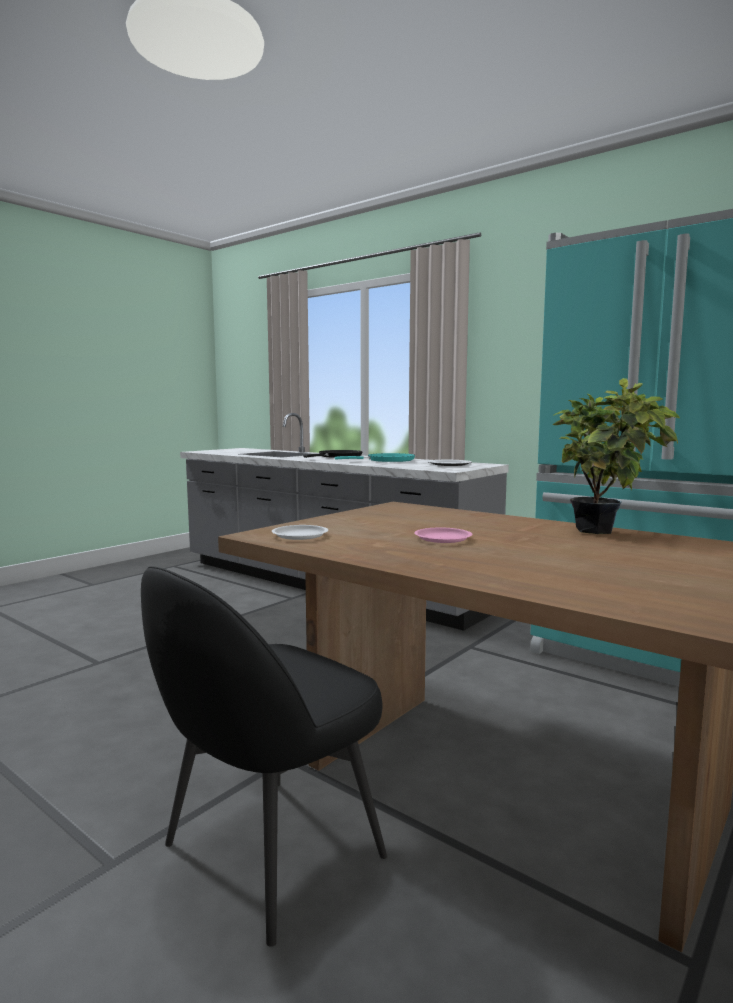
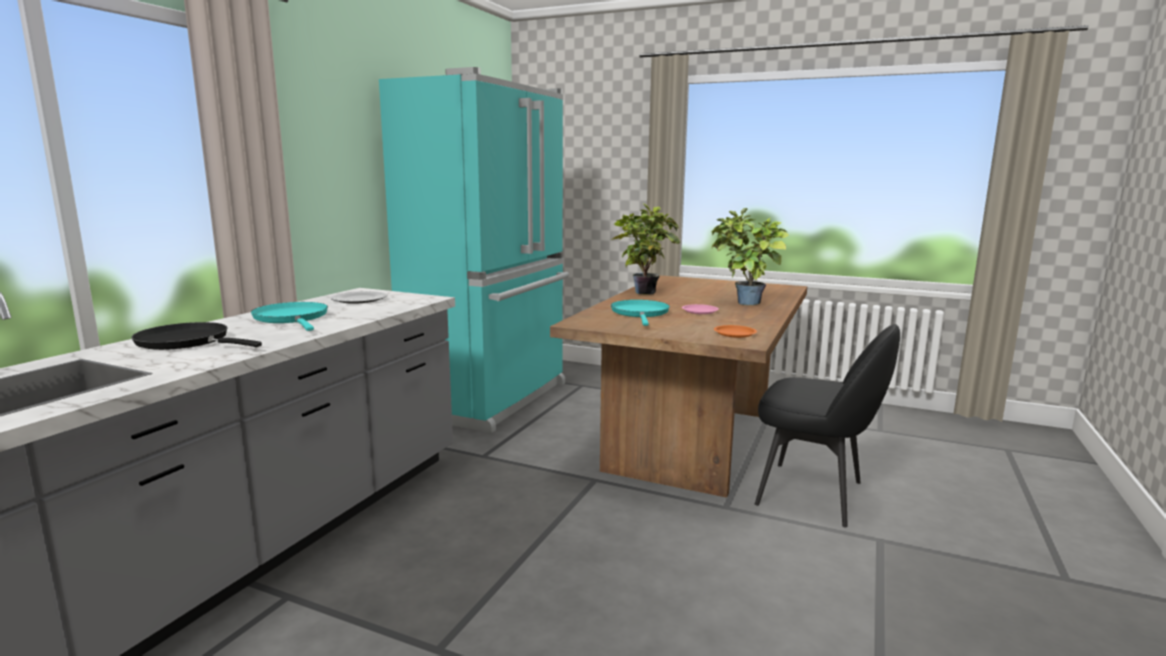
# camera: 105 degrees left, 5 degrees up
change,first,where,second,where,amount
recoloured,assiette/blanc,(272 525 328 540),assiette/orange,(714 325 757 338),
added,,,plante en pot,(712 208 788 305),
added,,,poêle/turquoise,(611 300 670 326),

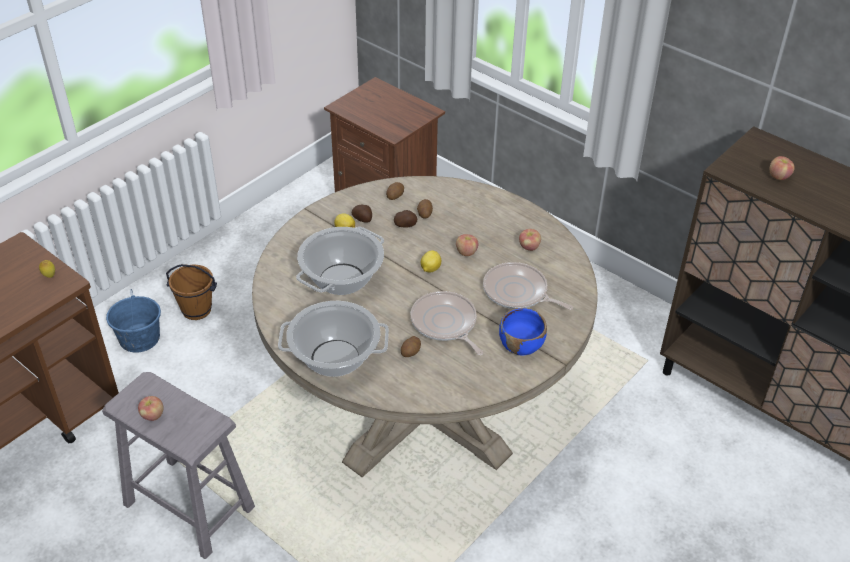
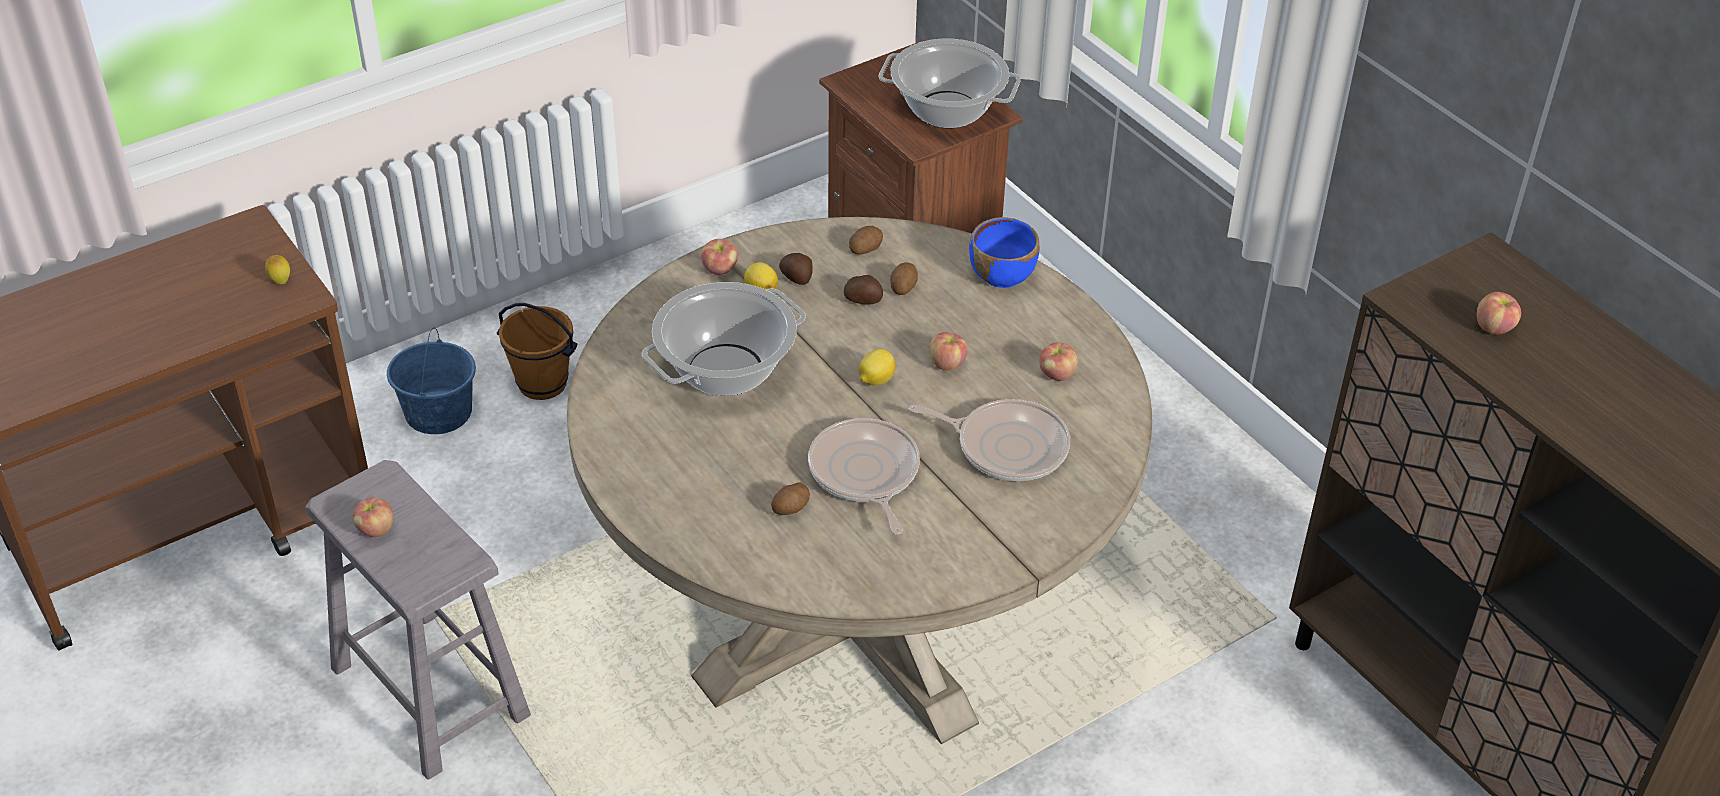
# camera: 15 degrees right, 0 degrees up
change,first,where,second,where,amount
turned,poêle,(483 262 573 310),,(909 399 1070 481),150 degrees clockwise
moved,marmite,(278 301 389 377),,(878 39 1021 129),
moved,bol/bleu,(499 308 547 356),,(969 217 1039 288),
added,,,pomme,(701 239 738 275),

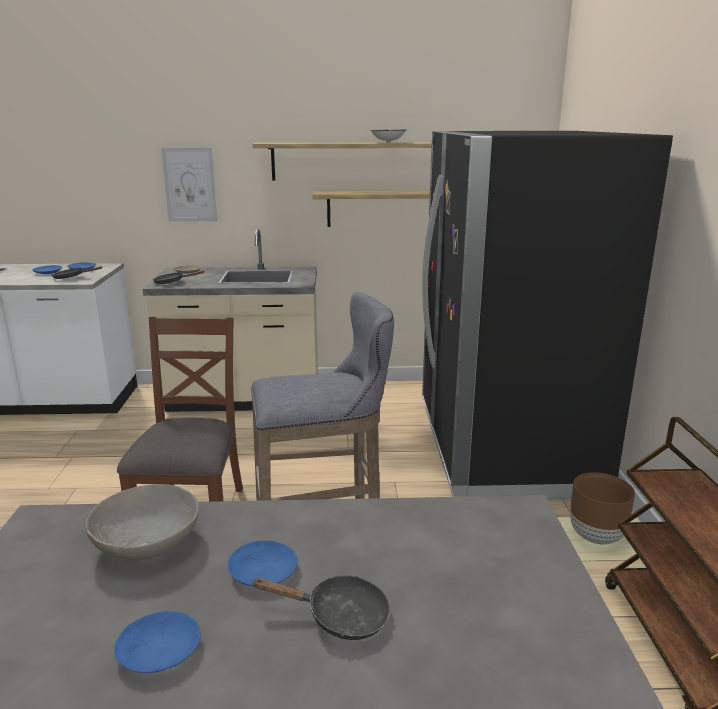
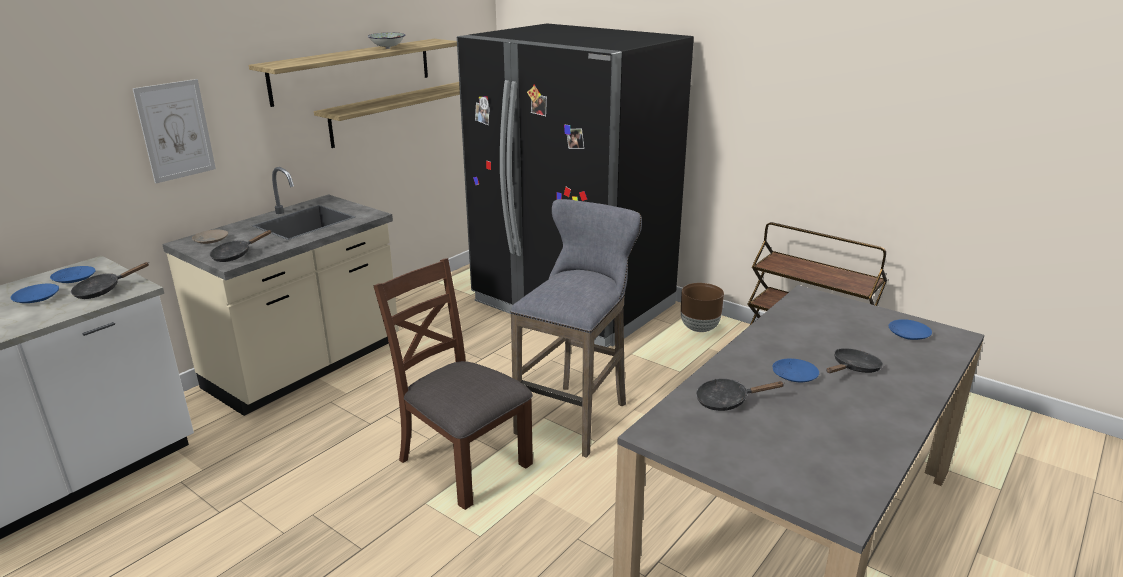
# camera: 50 degrees left, 5 degrees up
change,first,where,second,where,amount
replaced,bol/gris,(86 484 199 560),poêle/noir,(696 379 785 411),
moved,assiette/bleu,(114 611 201 673),,(889 319 932 340),

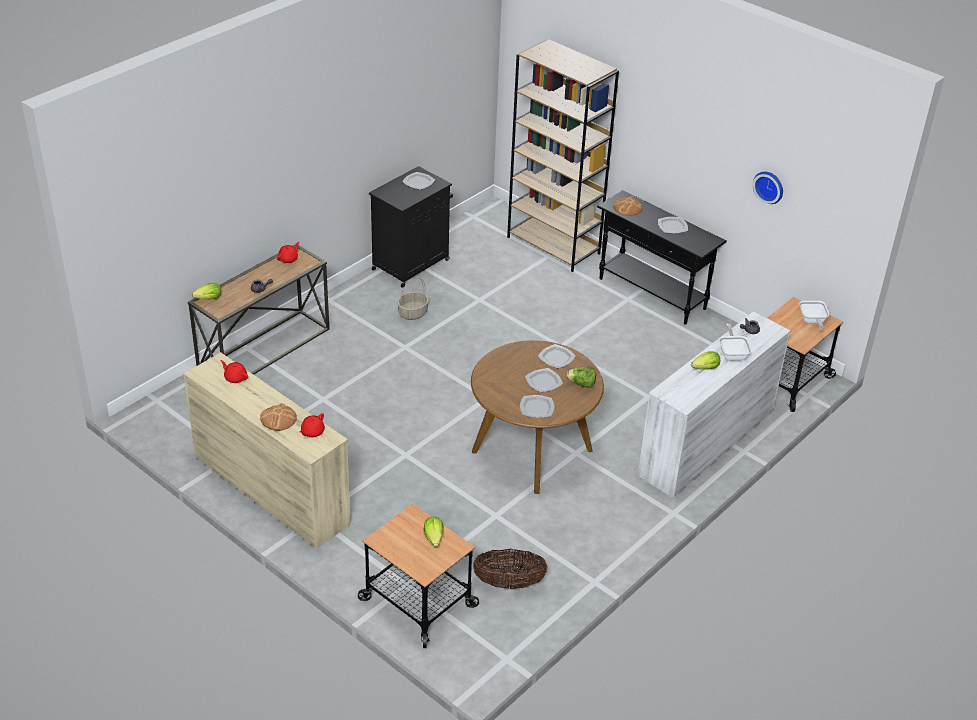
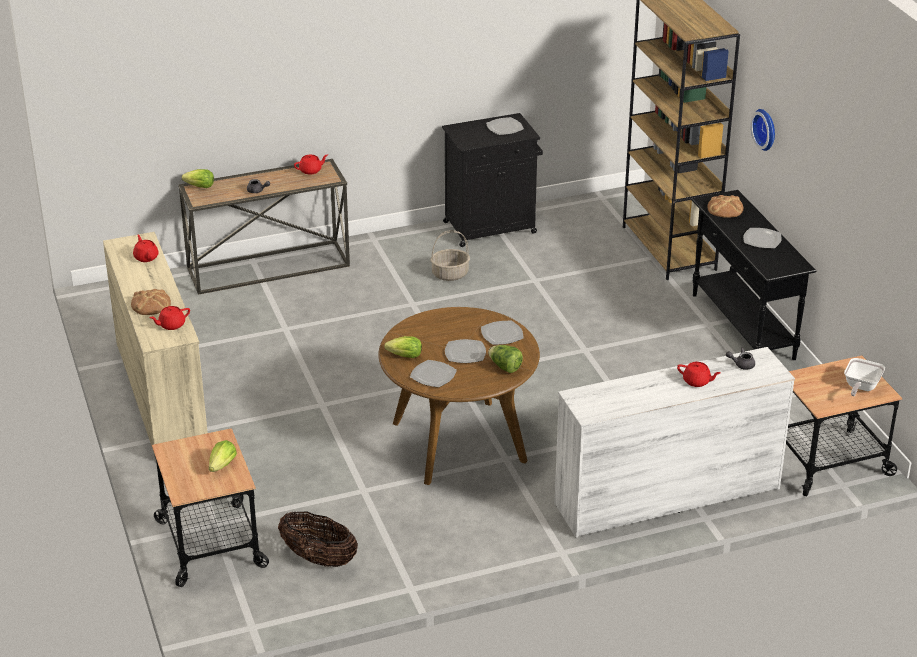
# camera: 30 degrees right, 5 degrees down
change,first,where,second,where,amount
moved,horloge murale,(753 172 783 204),,(751 109 775 151),
replaced,poêle,(719 323 752 361),théière/rouge,(677 362 720 387),
moved,laitue,(691 351 720 370),,(384 336 422 358),

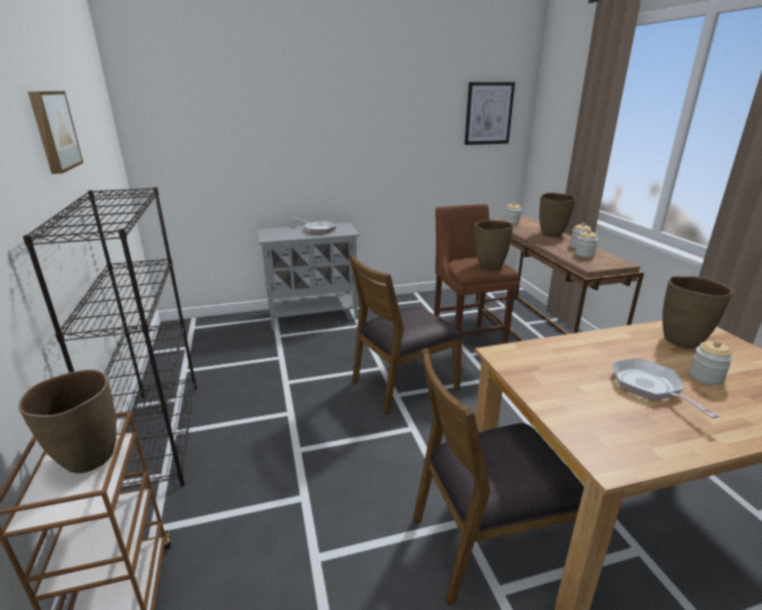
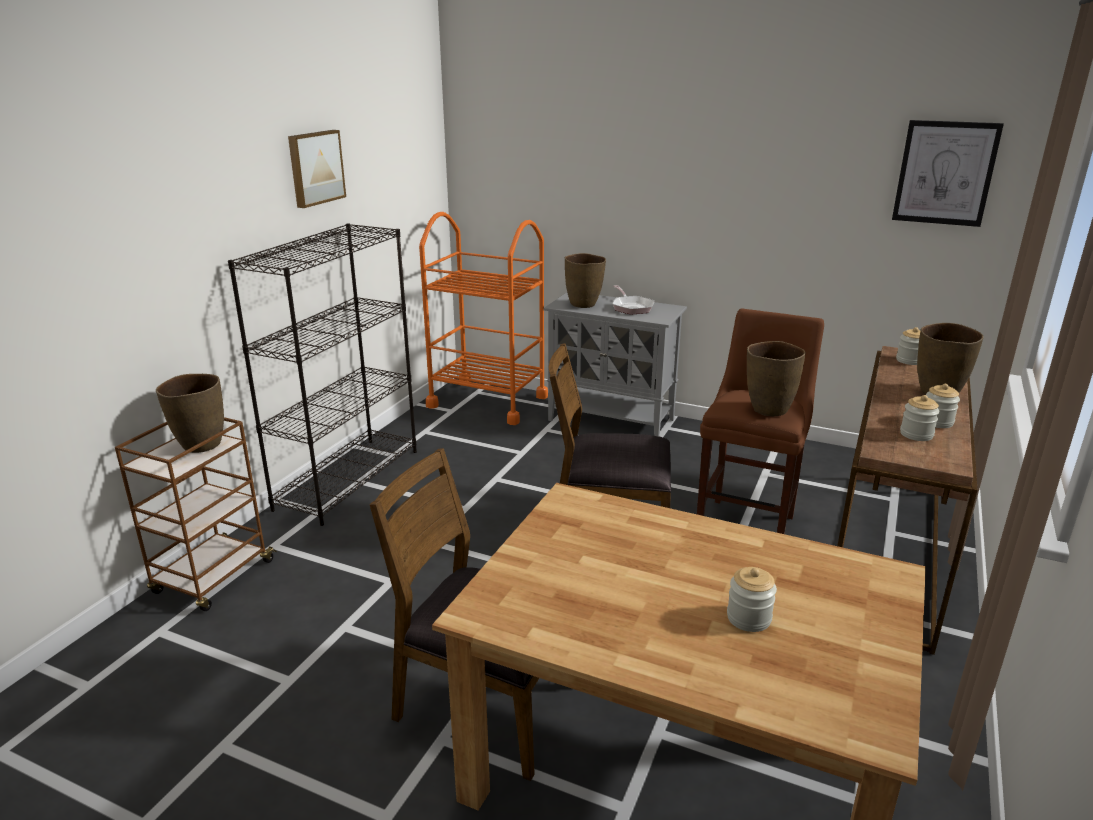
# camera: 40 degrees right, 0 degrees up
change,first,where,second,where,amount
moved,vase/marron,(662 276 733 348),,(565 253 606 308),
removed,poêle,(612 358 719 418),,,
added,,,chariot/orange,(419 212 548 425),

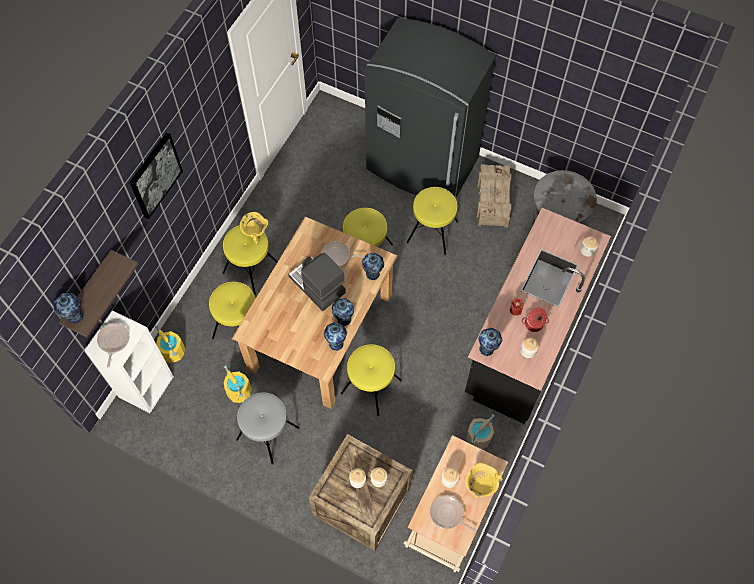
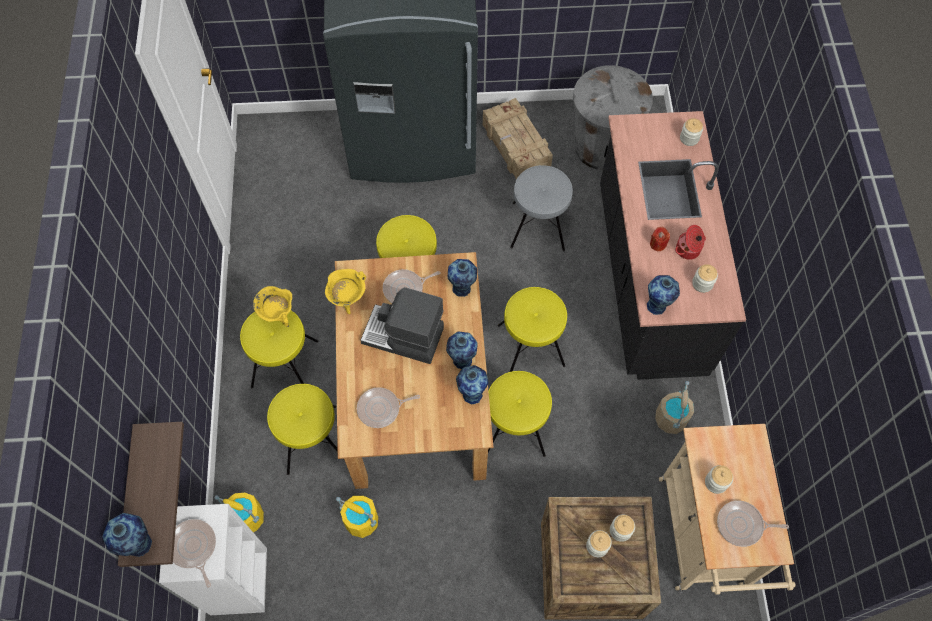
# camera: 30 degrees left, 0 degrees up
change,first,where,second,where,amount
removed,tableau,(129 132 183 219),,,
moved,tabouret/jaune,(406 187 458 255),,(498 287 567 372),
moved,tabouret/gris,(236 392 300 465),,(510 165 573 251),
moved,marmite/jaune,(466 463 503 499),,(325 269 366 314),
added,,,poêle,(357 387 420 428),

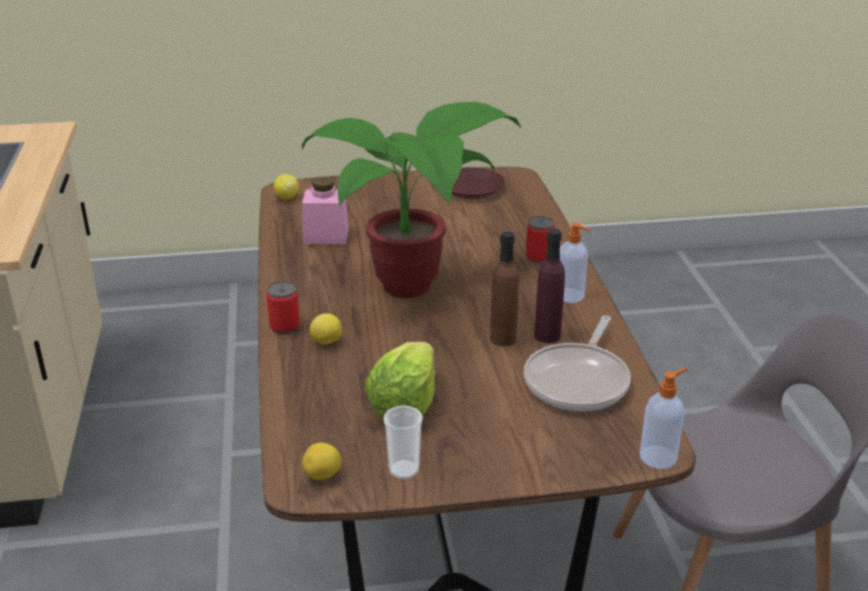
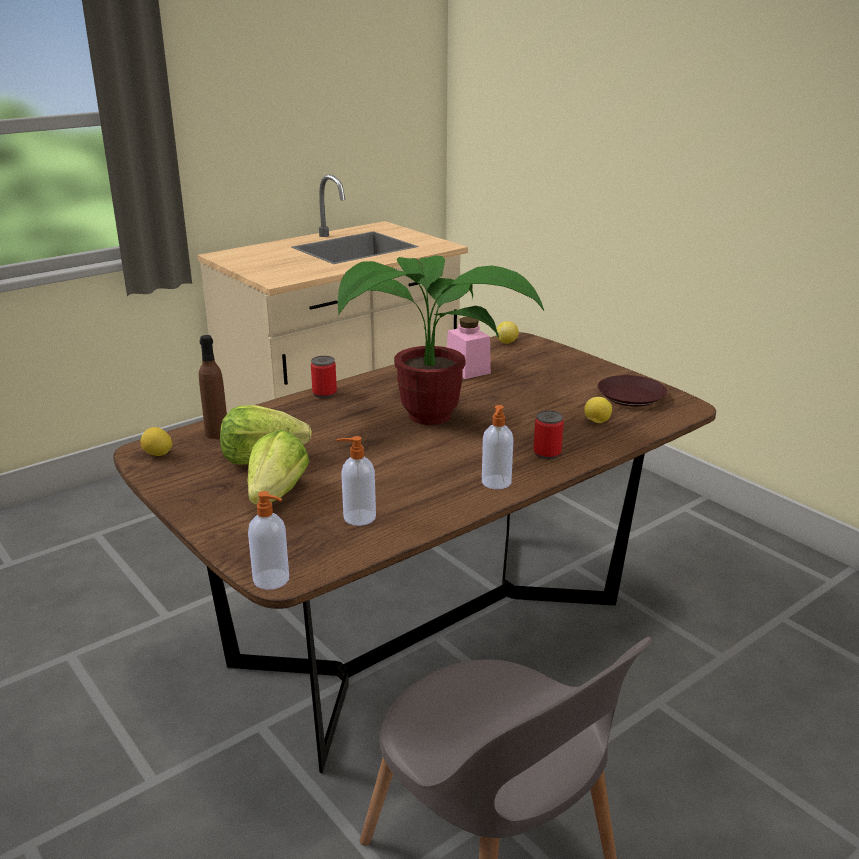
# camera: 60 degrees right, 5 degrees down
change,first,where,second,where,amount
removed,bouteille/violet,(534 229 565 343),,,
moved,bouteille/marron,(490 231 519 346),,(199 335 227 439),
moved,citron,(310 313 342 345),,(584 397 612 423),
replaced,poêle,(524 315 631 411),distributeur de savon,(337 436 376 526),
removed,tasse,(383 405 423 479),,,
added,,,laitue,(247 430 310 505),

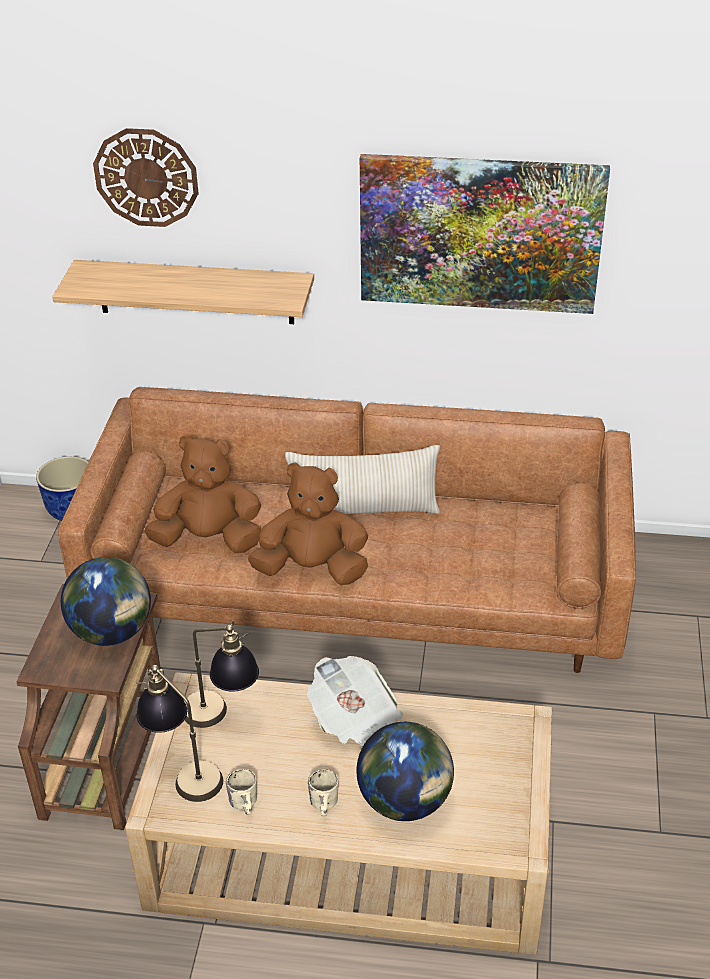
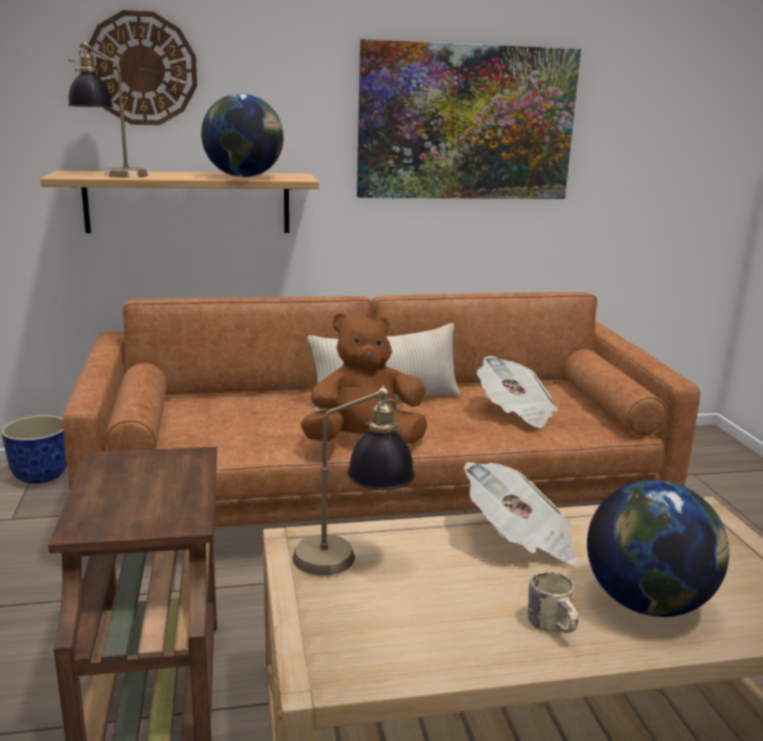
# camera: 20 degrees left, 20 degrees down
change,first,where,second,where,amount
removed,peluche/marron,(145 435 261 553),,,
moved,globe,(61 557 151 646),,(201 94 283 177),
moved,lampe de table,(136 665 223 802),,(68 42 148 178),
removed,mug/beige,(226 769 257 815),,,
added,,,journal,(477 356 558 428),

